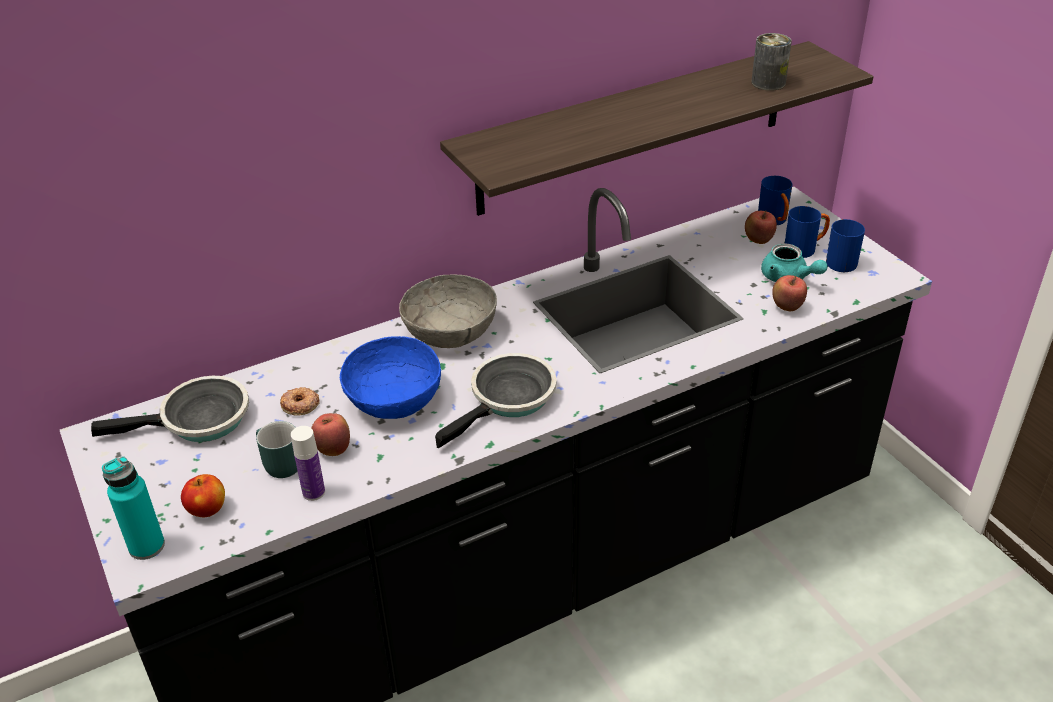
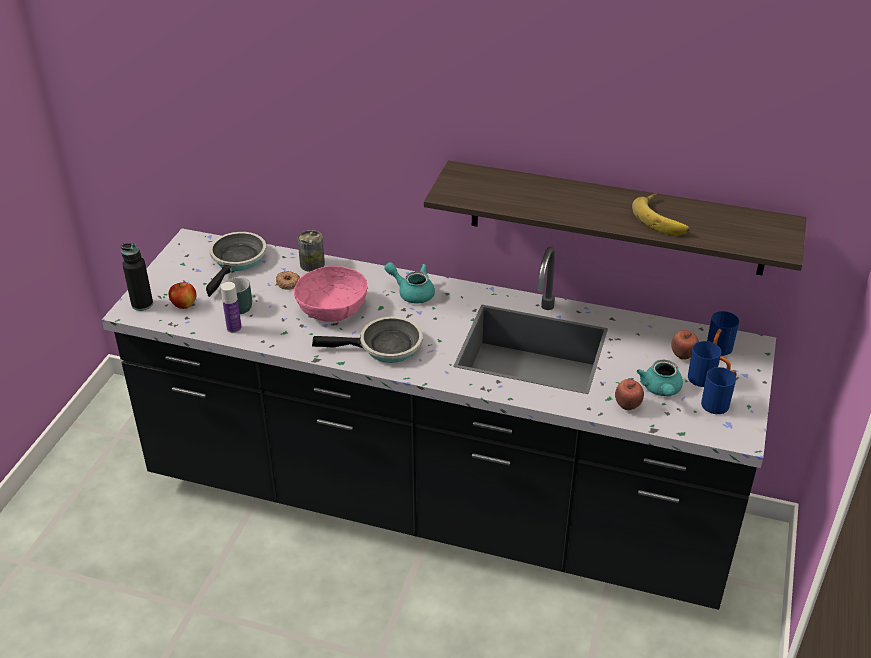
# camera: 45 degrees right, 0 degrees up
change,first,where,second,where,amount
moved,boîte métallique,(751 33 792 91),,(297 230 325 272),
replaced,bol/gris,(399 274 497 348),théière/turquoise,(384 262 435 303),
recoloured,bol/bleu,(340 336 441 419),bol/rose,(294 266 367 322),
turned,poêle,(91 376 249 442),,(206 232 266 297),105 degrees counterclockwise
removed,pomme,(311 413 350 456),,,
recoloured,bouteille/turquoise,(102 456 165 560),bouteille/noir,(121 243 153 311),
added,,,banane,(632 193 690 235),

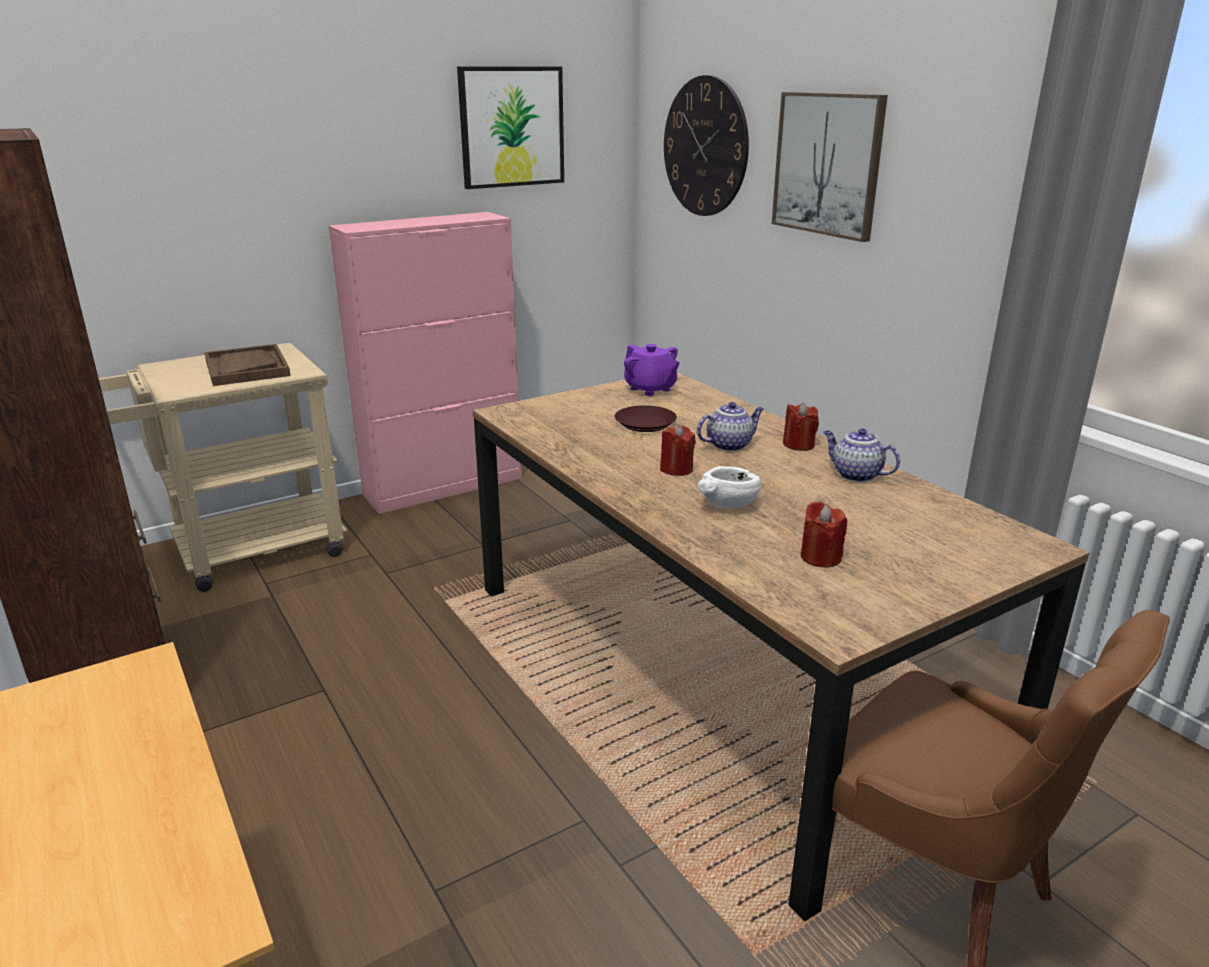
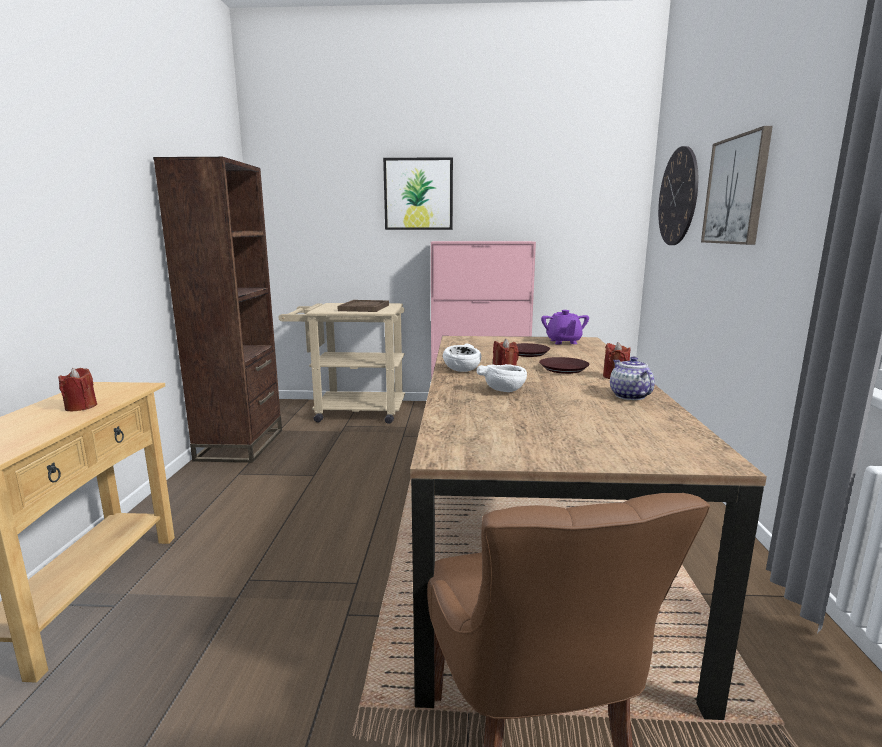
# camera: 35 degrees right, 10 degrees down
change,first,where,second,where,amount
moved,tableau,(457 67 564 189),,(383 157 453 230),
replaced,théière,(697 402 764 451),assiette/marron,(539 357 590 374),
moved,bougie/rouge,(801 501 847 567),,(58 368 97 411),
added,,,bol/blanc,(443 344 481 372),

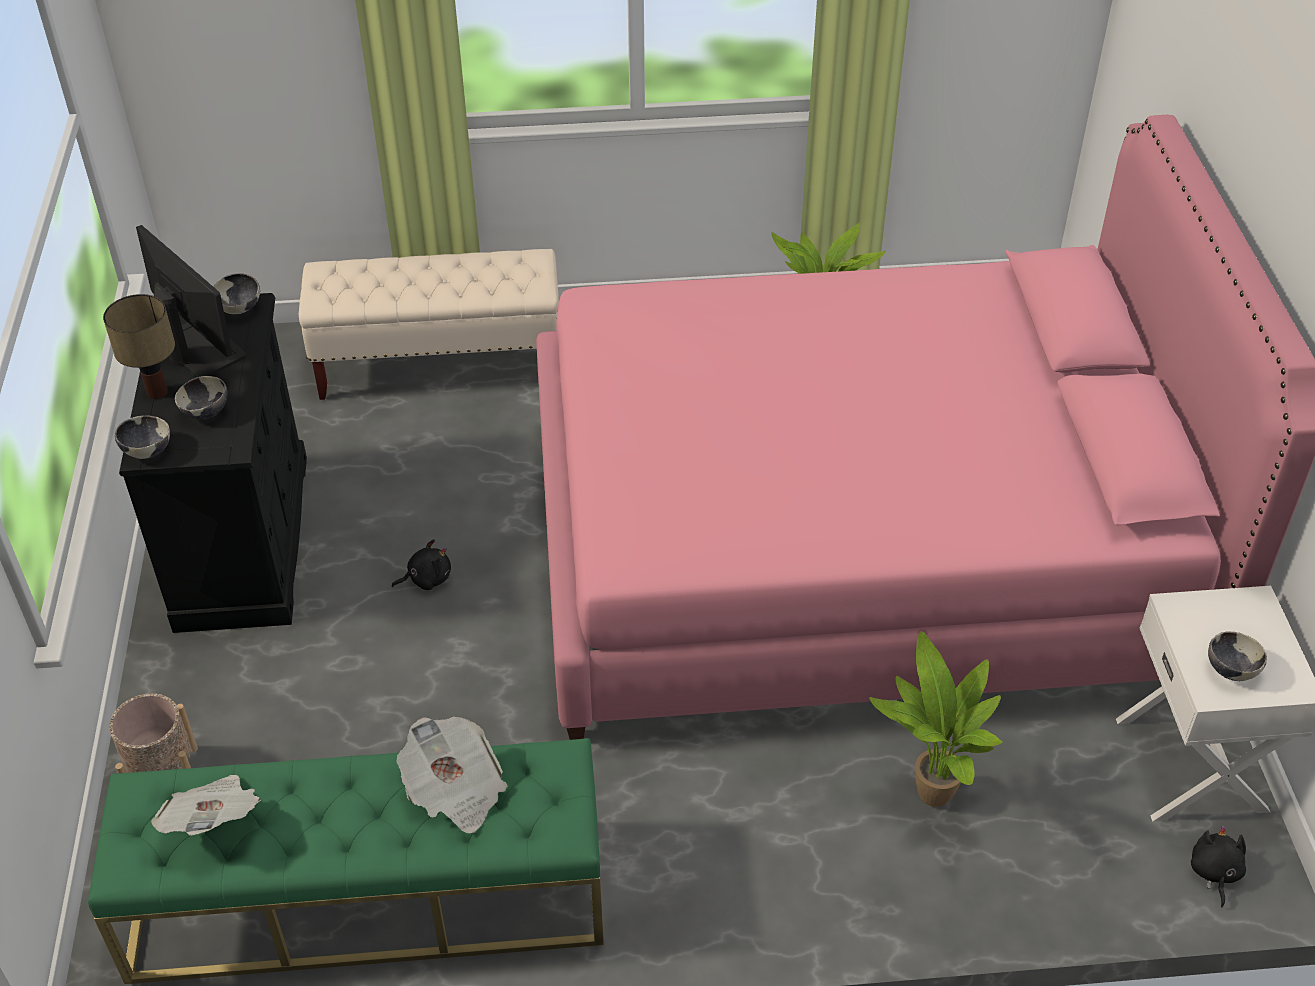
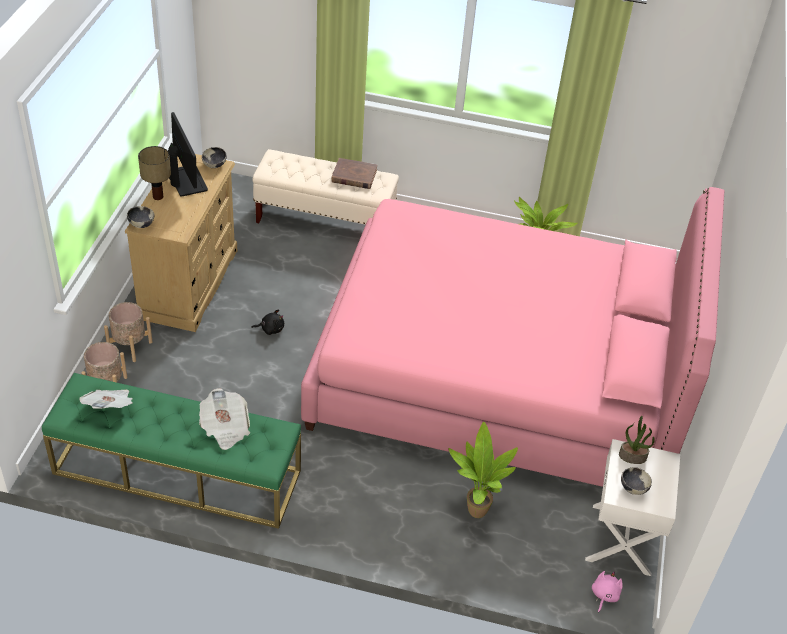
# camera: 15 degrees right, 0 degrees up
change,first,where,second,where,amount
recoloured,commode/noir,(119 293 307 633),commode/beige,(125 154 237 332),
removed,bol,(175 376 228 419),,,
recoloured,peluche/noir,(1191 825 1246 908),peluche/rose,(592 571 623 613),
added,,,livre/marron,(331 158 377 189),
added,,,cache-pot/beige,(104 302 153 362),
added,,,plante en pot,(619 416 655 464),

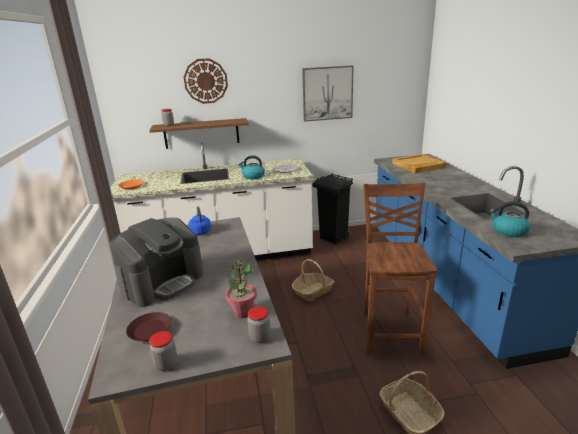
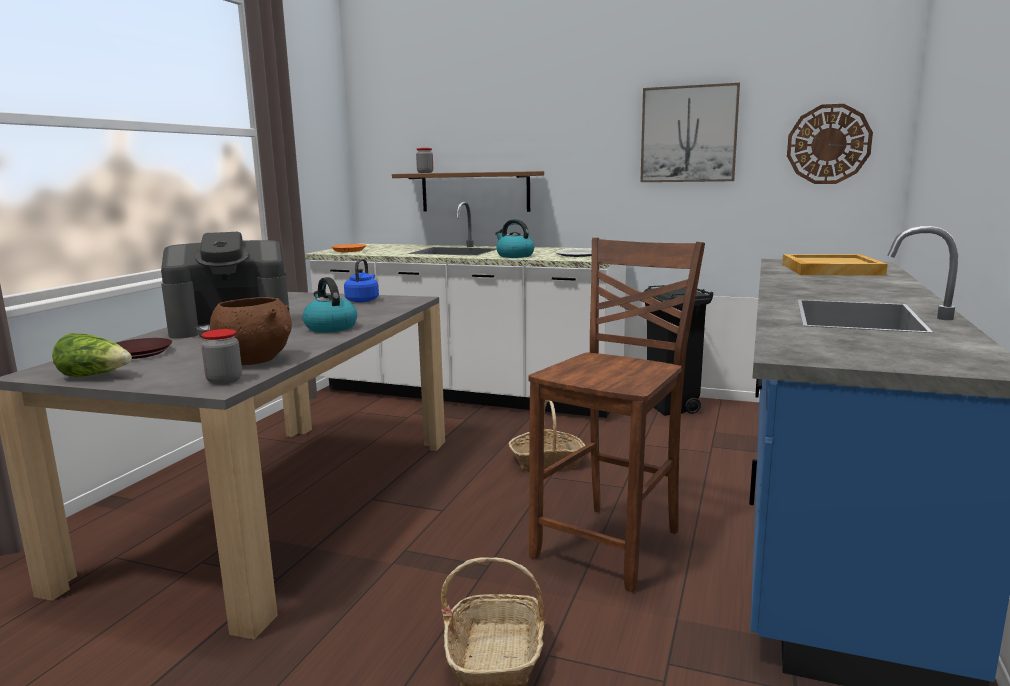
# camera: 30 degrees right, 10 degrees down
change,first,where,second,where,amount
moved,horloge murale,(184 58 228 104),,(787 104 873 184),
moved,bouilloire,(489 201 531 237),,(302 277 357 332),
replaced,plante en pot,(226 260 257 318),bol/marron,(210 297 292 365),
replaced,bocal,(149 331 178 371),laitue,(52 333 132 377),

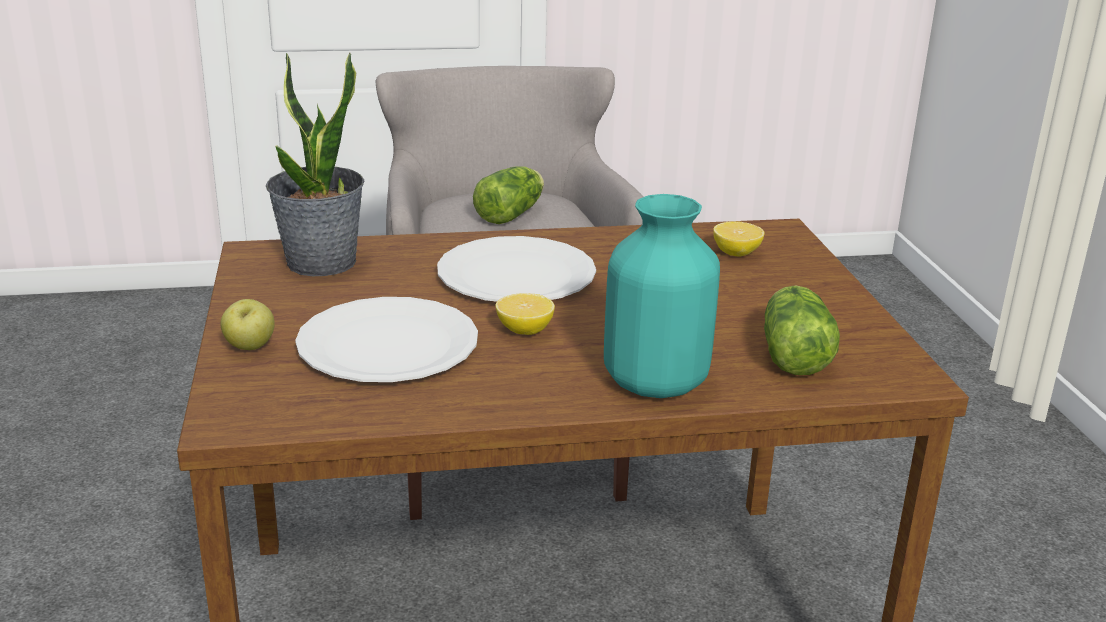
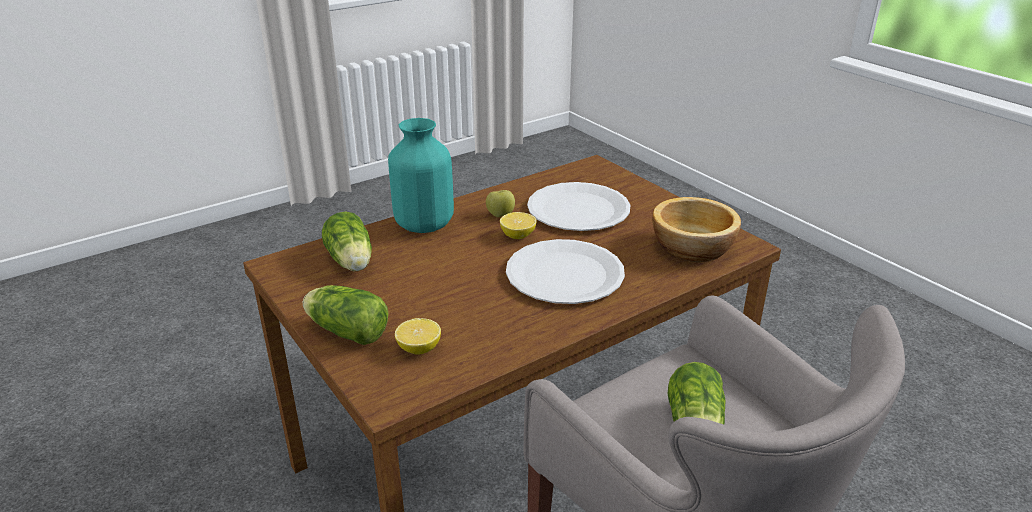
# camera: 155 degrees right, 5 degrees up
change,first,where,second,where,amount
replaced,plante en pot,(266 52 365 276),bol,(652 197 741 262),
moved,pomme,(220 299 275 350),,(486 190 515 217),
added,,,laitue,(303 285 389 345),

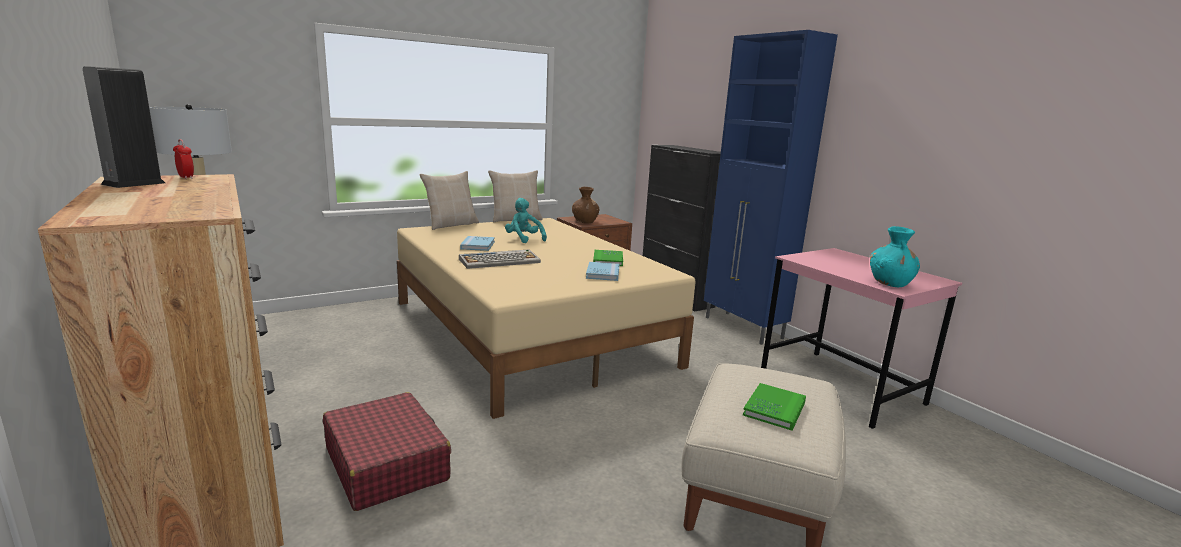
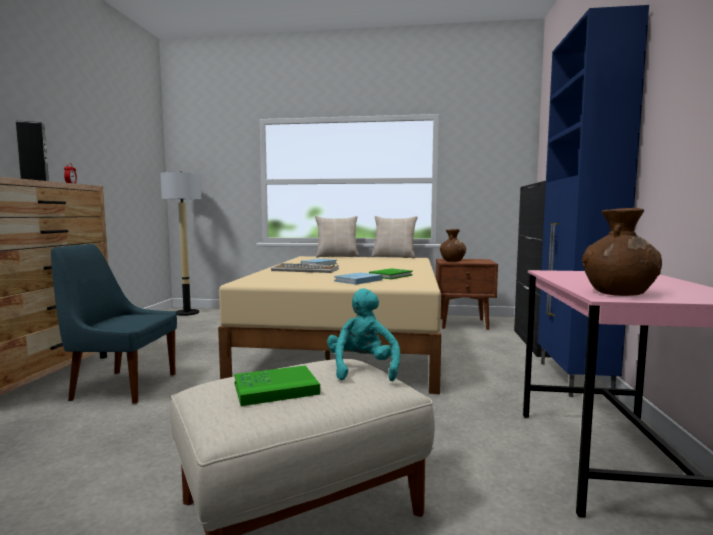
# camera: 40 degrees right, 10 degrees down
change,first,where,second,where,amount
moved,peluche/turquoise,(505 198 547 243),,(327 288 400 381),
recoloured,vase/turquoise,(870 226 920 287),vase/marron,(582 208 662 296),
replaced,valise/rouge,(323 392 451 511),chaise/bleu,(51 244 177 404),

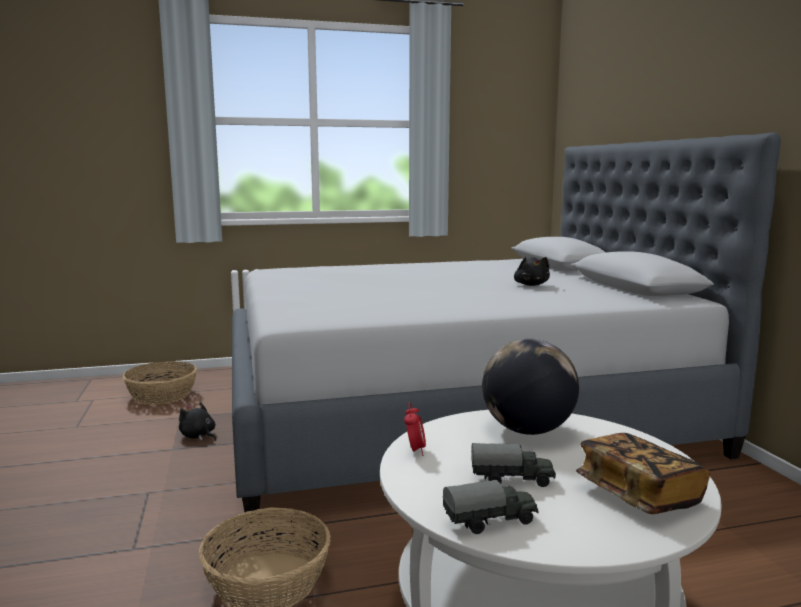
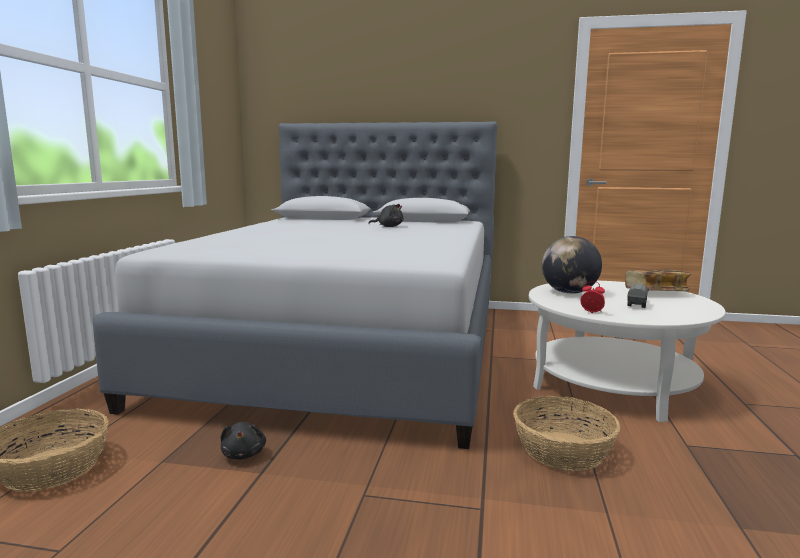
# camera: 65 degrees left, 0 degrees up
change,first,where,second,where,amount
turned,peluche/noir,(179 402 216 441),,(221 422 266 460),75 degrees counterclockwise
removed,camion jouet,(443 480 538 534),,,

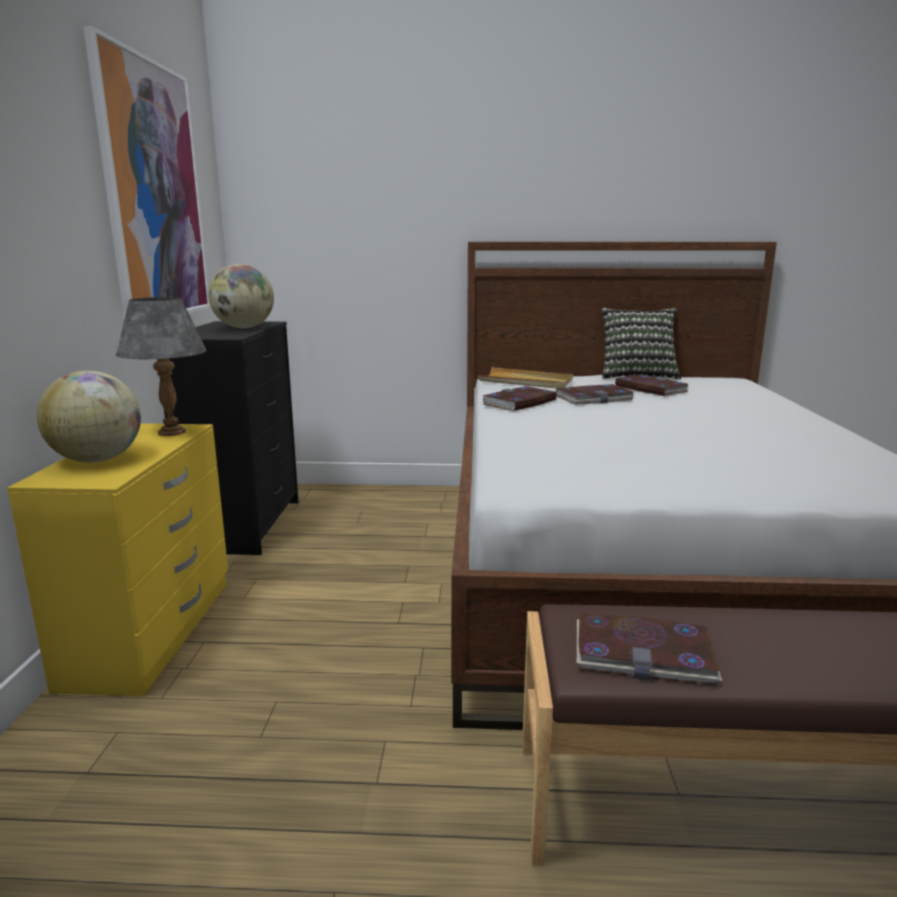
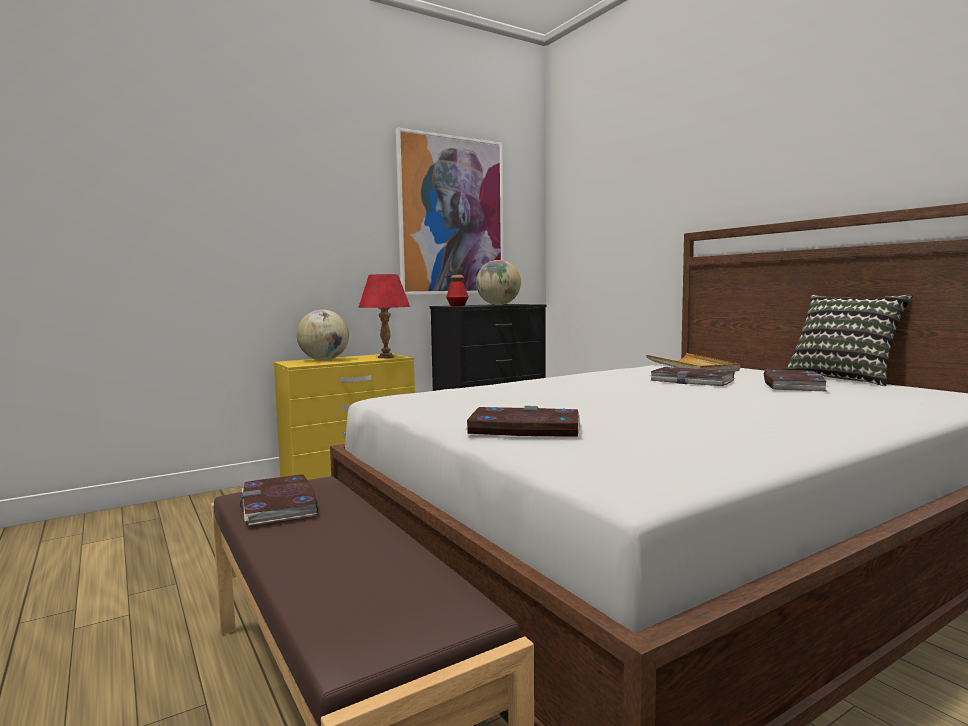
# camera: 55 degrees right, 10 degrees down
change,first,where,second,where,amount
recoloured,lampe de table/gris,(116 297 206 436),lampe de table/rouge,(358 274 410 358),
moved,livre,(482 386 556 411),,(465 406 580 437),
added,,,bouteille,(446 275 469 306),

